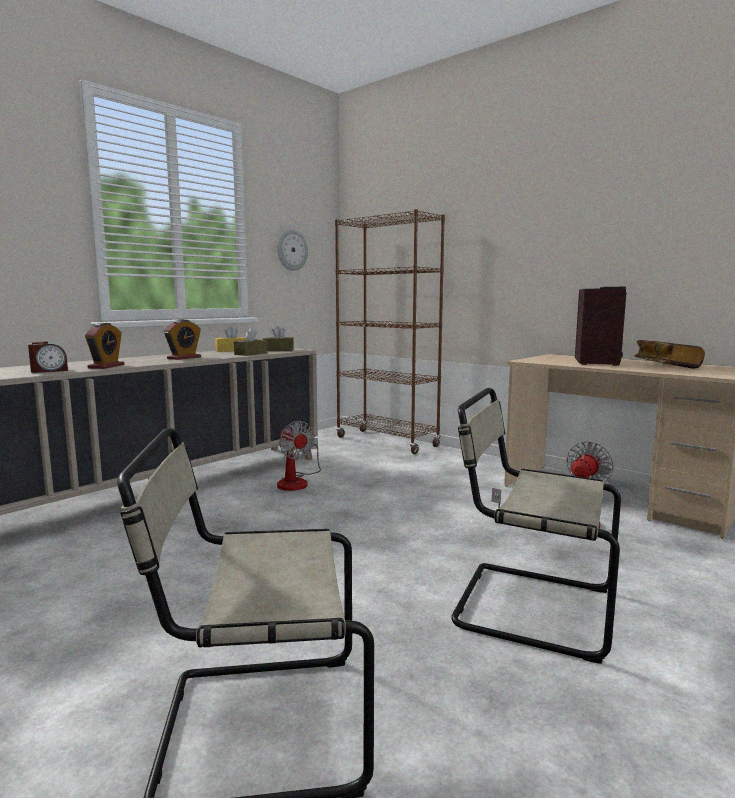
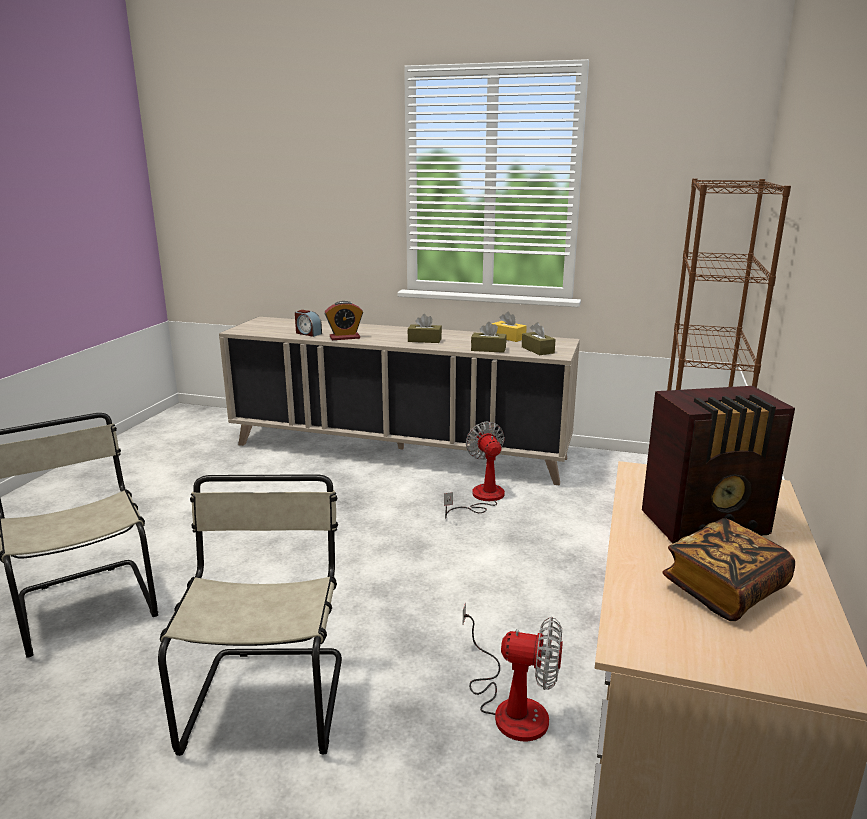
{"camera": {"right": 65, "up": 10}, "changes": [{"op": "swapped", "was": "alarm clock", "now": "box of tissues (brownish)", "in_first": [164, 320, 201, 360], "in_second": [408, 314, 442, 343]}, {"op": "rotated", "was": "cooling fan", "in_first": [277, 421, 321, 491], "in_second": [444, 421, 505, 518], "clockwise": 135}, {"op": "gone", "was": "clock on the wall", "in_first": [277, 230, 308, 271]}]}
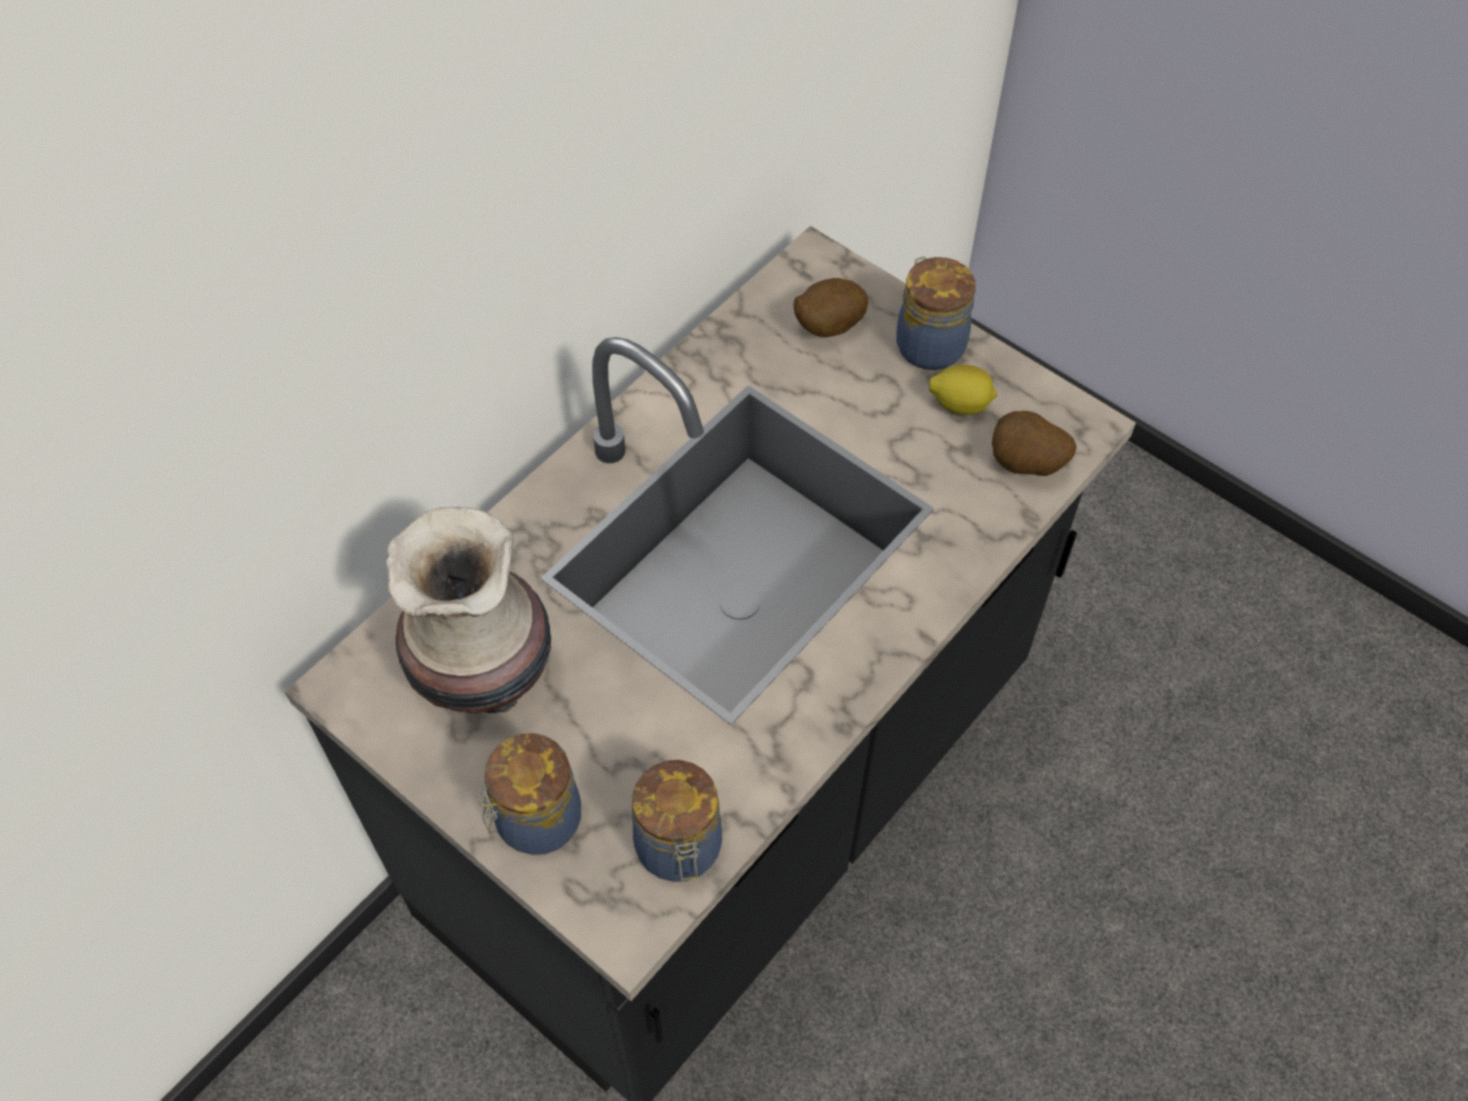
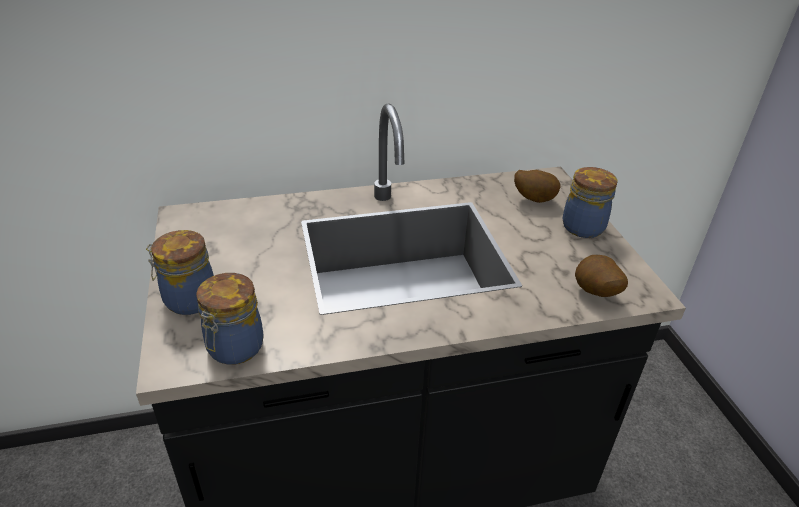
{"camera": {"right": 35, "up": -20}, "changes": [{"op": "gone", "was": "decorative vase", "in_first": [386, 507, 551, 714]}, {"op": "gone", "was": "citrus fruit", "in_first": [929, 365, 998, 415]}]}
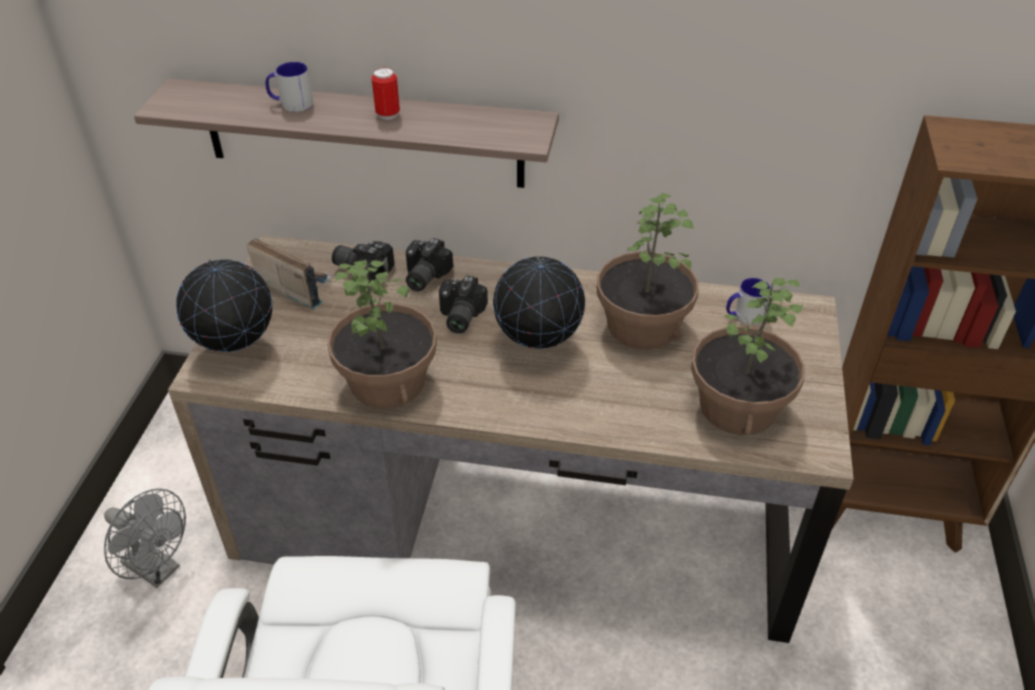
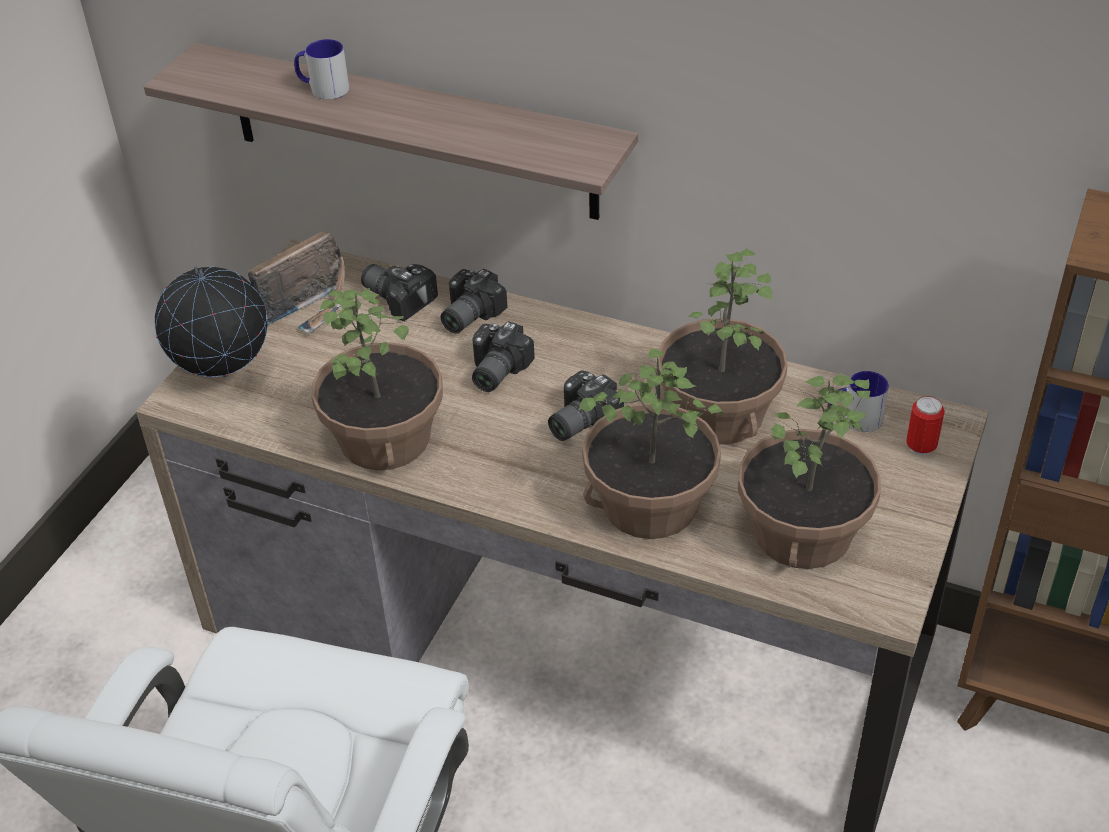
{"camera": {"right": 15, "up": 0}, "changes": [{"op": "rotated", "was": "radio set", "in_first": [247, 238, 332, 310], "in_second": [248, 231, 345, 334], "clockwise": 90}, {"op": "swapped", "was": "world globe", "now": "still camera", "in_first": [493, 256, 585, 349], "in_second": [548, 371, 624, 441]}, {"op": "new", "now": "plant in a pot", "in_second": [578, 348, 723, 539]}, {"op": "shifted", "was": "sealed can", "in_first": [371, 67, 400, 120], "in_second": [906, 396, 945, 455]}, {"op": "gone", "was": "cooling fan (grey)", "in_first": [104, 489, 186, 588]}]}
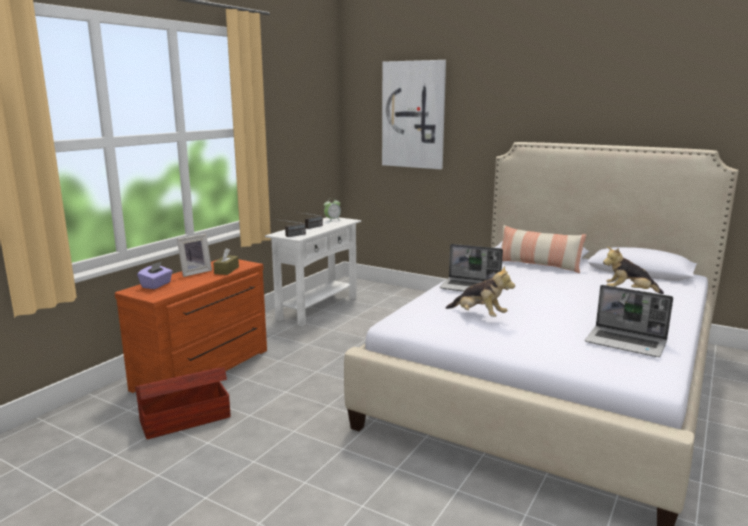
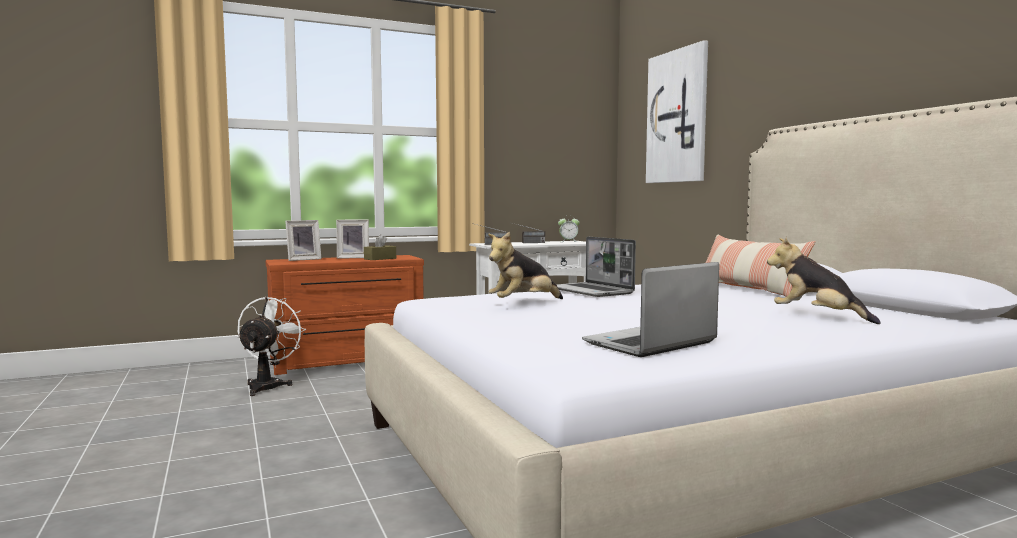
{"camera": {"right": 35, "up": -10}, "changes": [{"op": "swapped", "was": "storage container (brownish)", "now": "cooling fan (white)", "in_first": [135, 367, 231, 439], "in_second": [237, 297, 306, 396]}, {"op": "swapped", "was": "box of tissues (purplish)", "now": "picture frame", "in_first": [137, 261, 173, 289], "in_second": [285, 220, 321, 261]}, {"op": "rotated", "was": "plush toy", "in_first": [446, 266, 515, 317], "in_second": [488, 232, 563, 299], "clockwise": 75}, {"op": "rotated", "was": "notebook computer", "in_first": [585, 285, 673, 357], "in_second": [582, 262, 719, 357], "clockwise": 75}]}
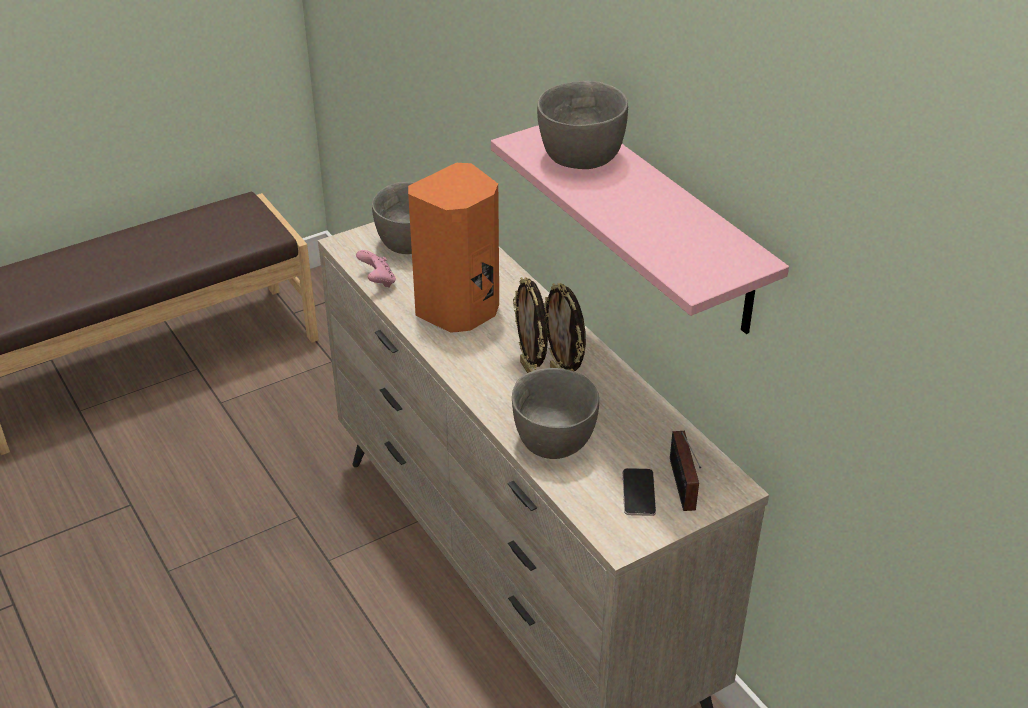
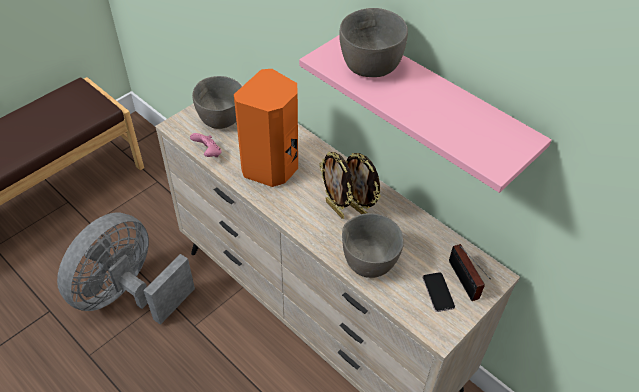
{"camera": {"right": -15, "up": 10}, "changes": [{"op": "new", "now": "cooling fan (grey)", "in_second": [57, 213, 195, 325]}]}
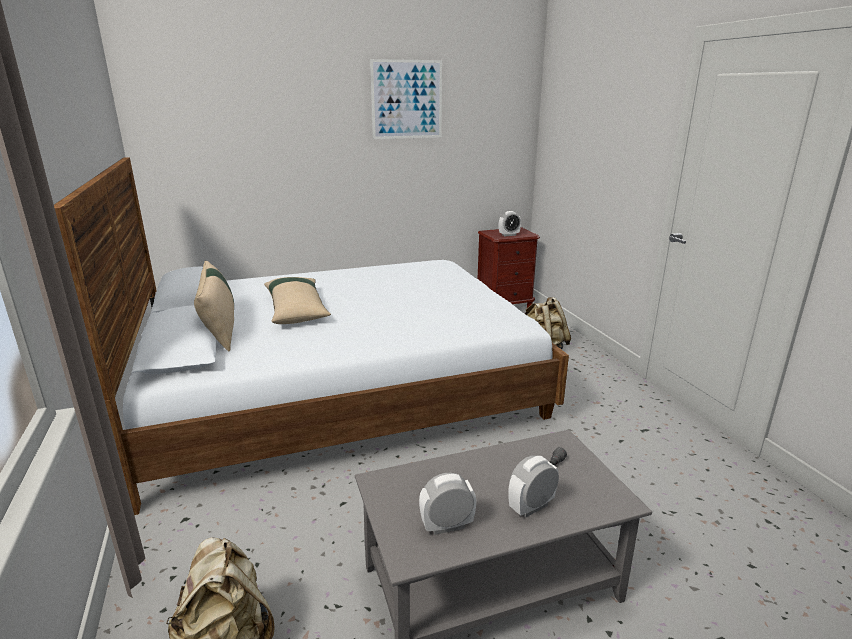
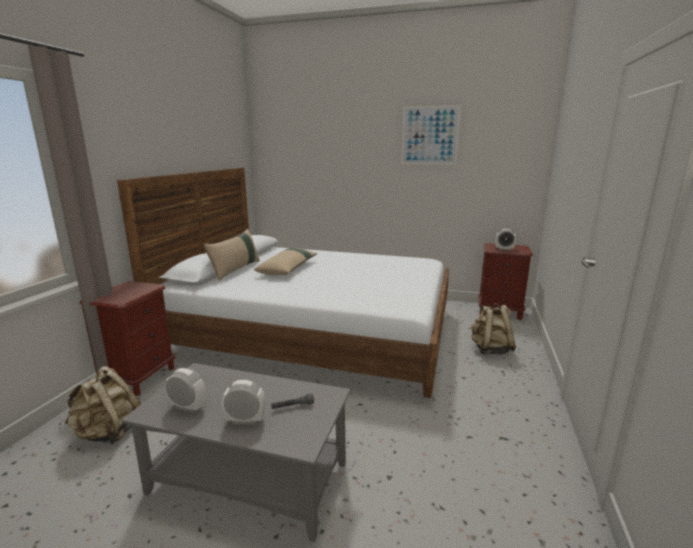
{"camera": {"right": 35, "up": -5}, "changes": [{"op": "new", "now": "bedside table (brownish)", "in_second": [79, 281, 175, 396]}]}
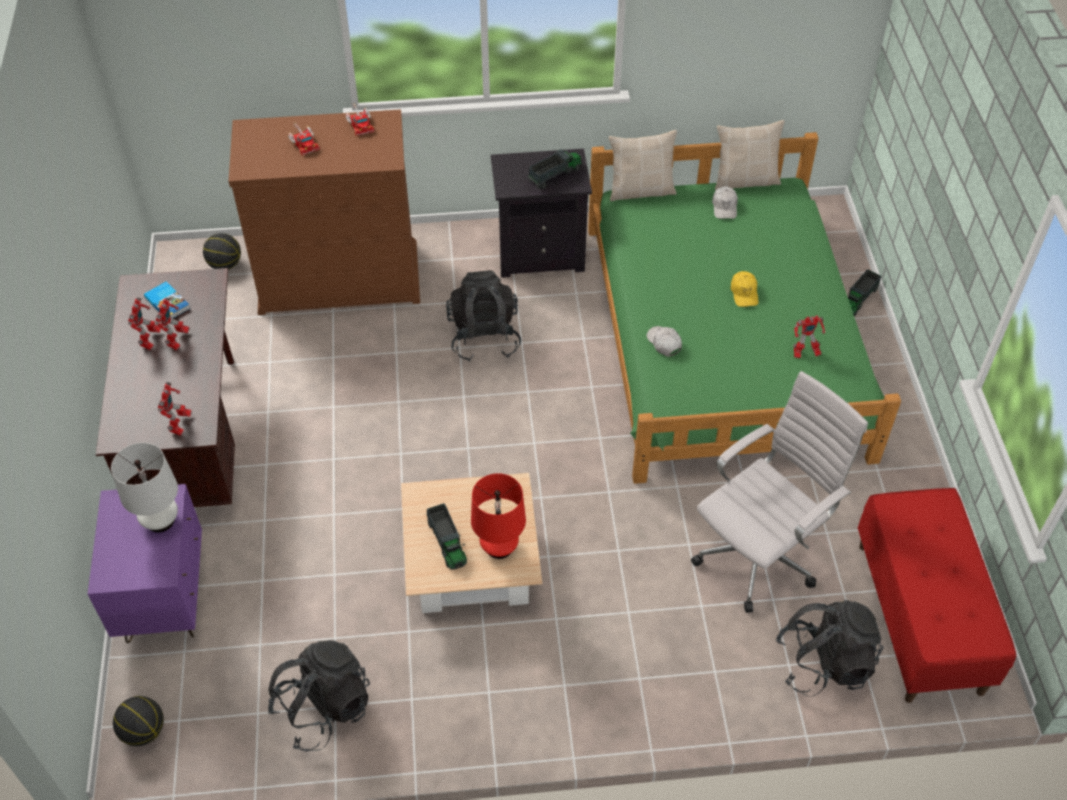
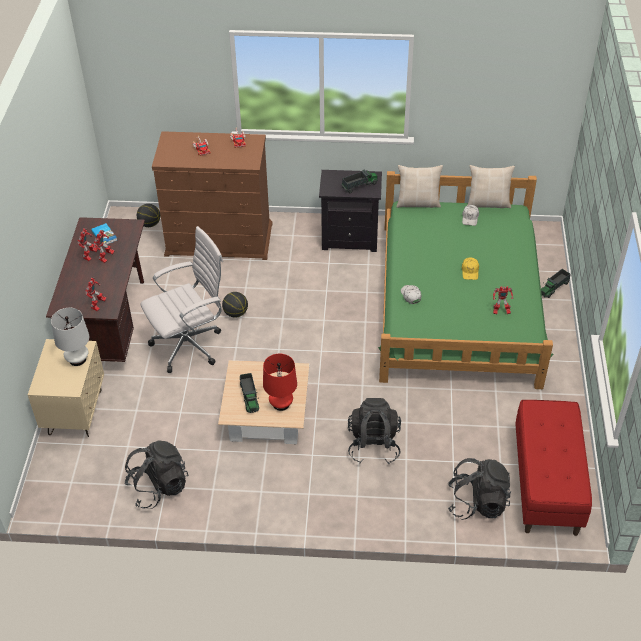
{"camera": {"right": 10, "up": -5}, "changes": [{"op": "repainted", "was": "bedside table (purplish)", "now": "bedside table (beige)", "in_first": [88, 484, 202, 643], "in_second": [28, 339, 104, 437]}, {"op": "shifted", "was": "desk chair (white)", "in_first": [691, 371, 868, 613], "in_second": [140, 226, 223, 373]}, {"op": "shifted", "was": "basketball", "in_first": [113, 696, 164, 746], "in_second": [222, 292, 248, 318]}, {"op": "shifted", "was": "backpack (black-coloured)", "in_first": [446, 270, 521, 362], "in_second": [348, 398, 401, 464]}]}
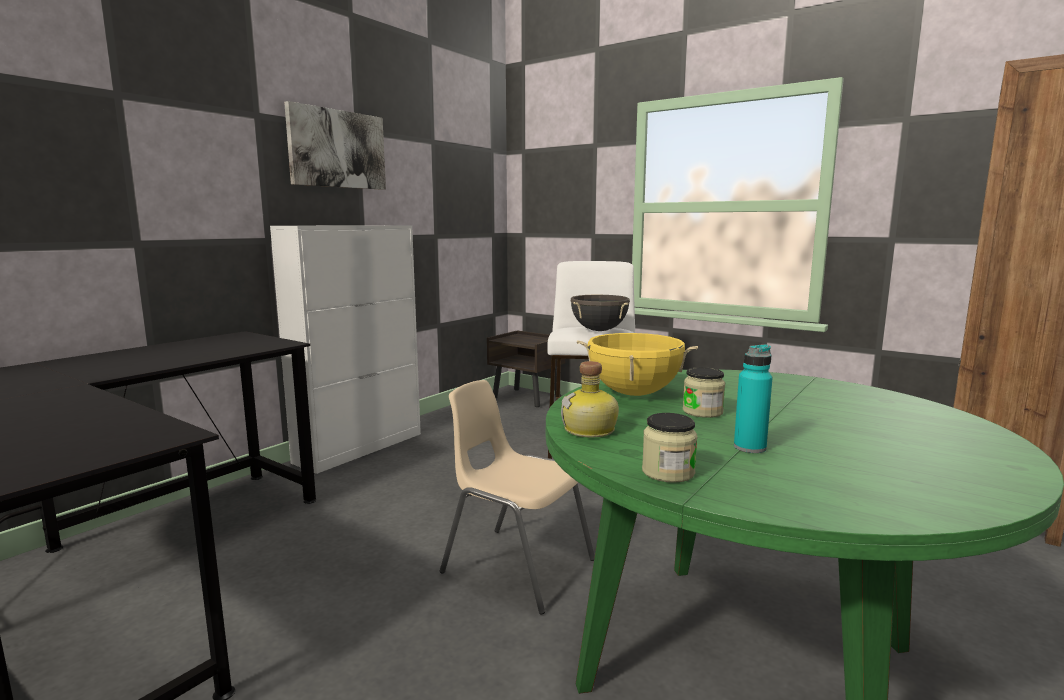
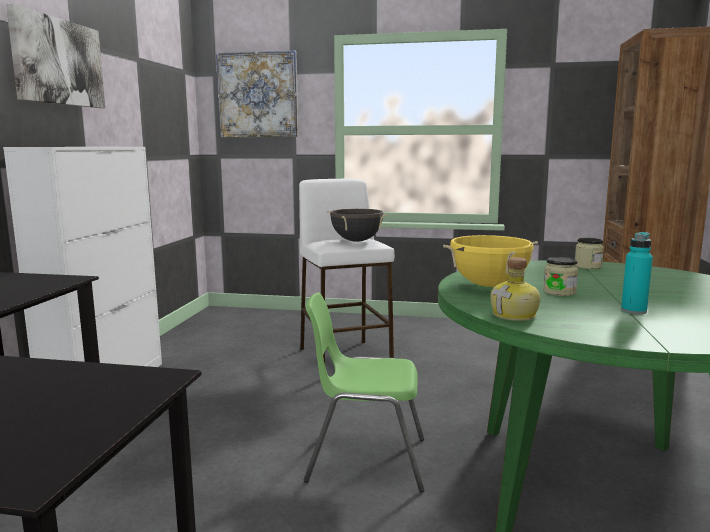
{"camera": {"right": -25, "up": 0}, "changes": [{"op": "new", "now": "picture", "in_second": [216, 50, 298, 137]}, {"op": "repainted", "was": "plain chair (beige)", "now": "plain chair (green)", "in_first": [440, 380, 595, 615], "in_second": [304, 292, 424, 492]}, {"op": "shifted", "was": "preserve jar", "in_first": [642, 413, 698, 483], "in_second": [575, 238, 604, 269]}, {"op": "gone", "was": "bedside table (brownish)", "in_first": [487, 331, 565, 407]}]}
